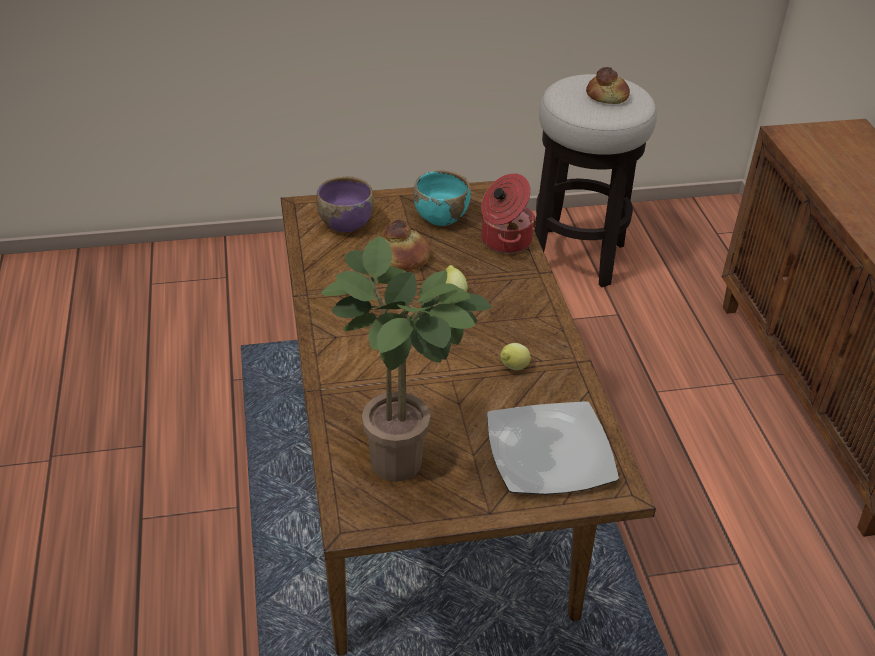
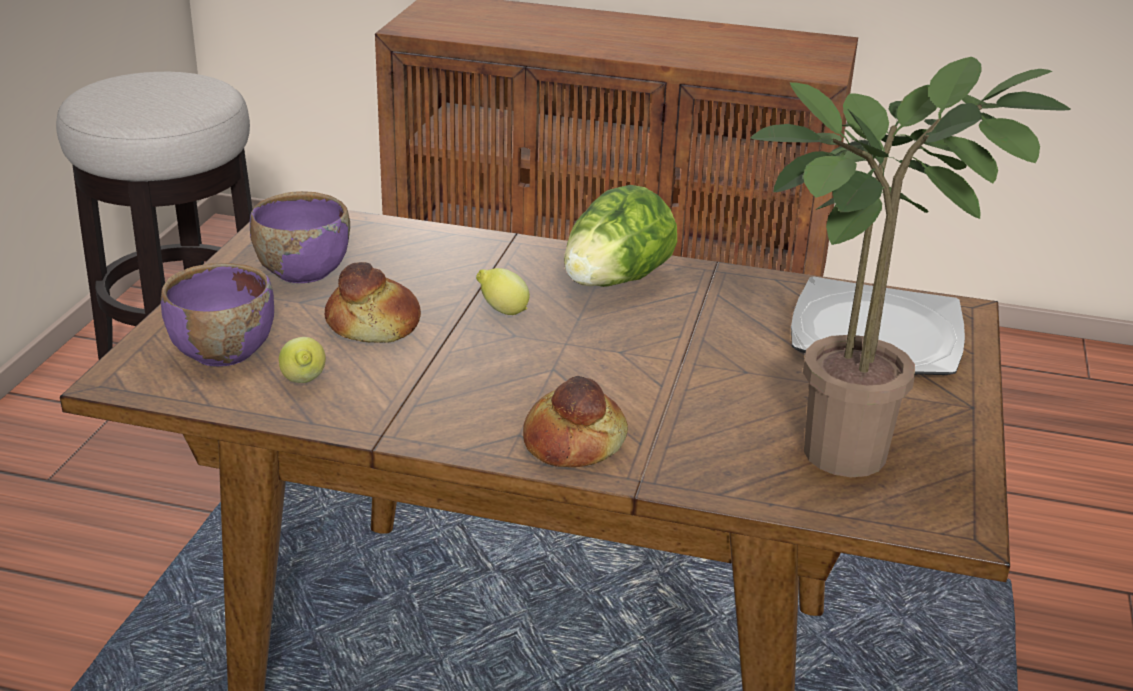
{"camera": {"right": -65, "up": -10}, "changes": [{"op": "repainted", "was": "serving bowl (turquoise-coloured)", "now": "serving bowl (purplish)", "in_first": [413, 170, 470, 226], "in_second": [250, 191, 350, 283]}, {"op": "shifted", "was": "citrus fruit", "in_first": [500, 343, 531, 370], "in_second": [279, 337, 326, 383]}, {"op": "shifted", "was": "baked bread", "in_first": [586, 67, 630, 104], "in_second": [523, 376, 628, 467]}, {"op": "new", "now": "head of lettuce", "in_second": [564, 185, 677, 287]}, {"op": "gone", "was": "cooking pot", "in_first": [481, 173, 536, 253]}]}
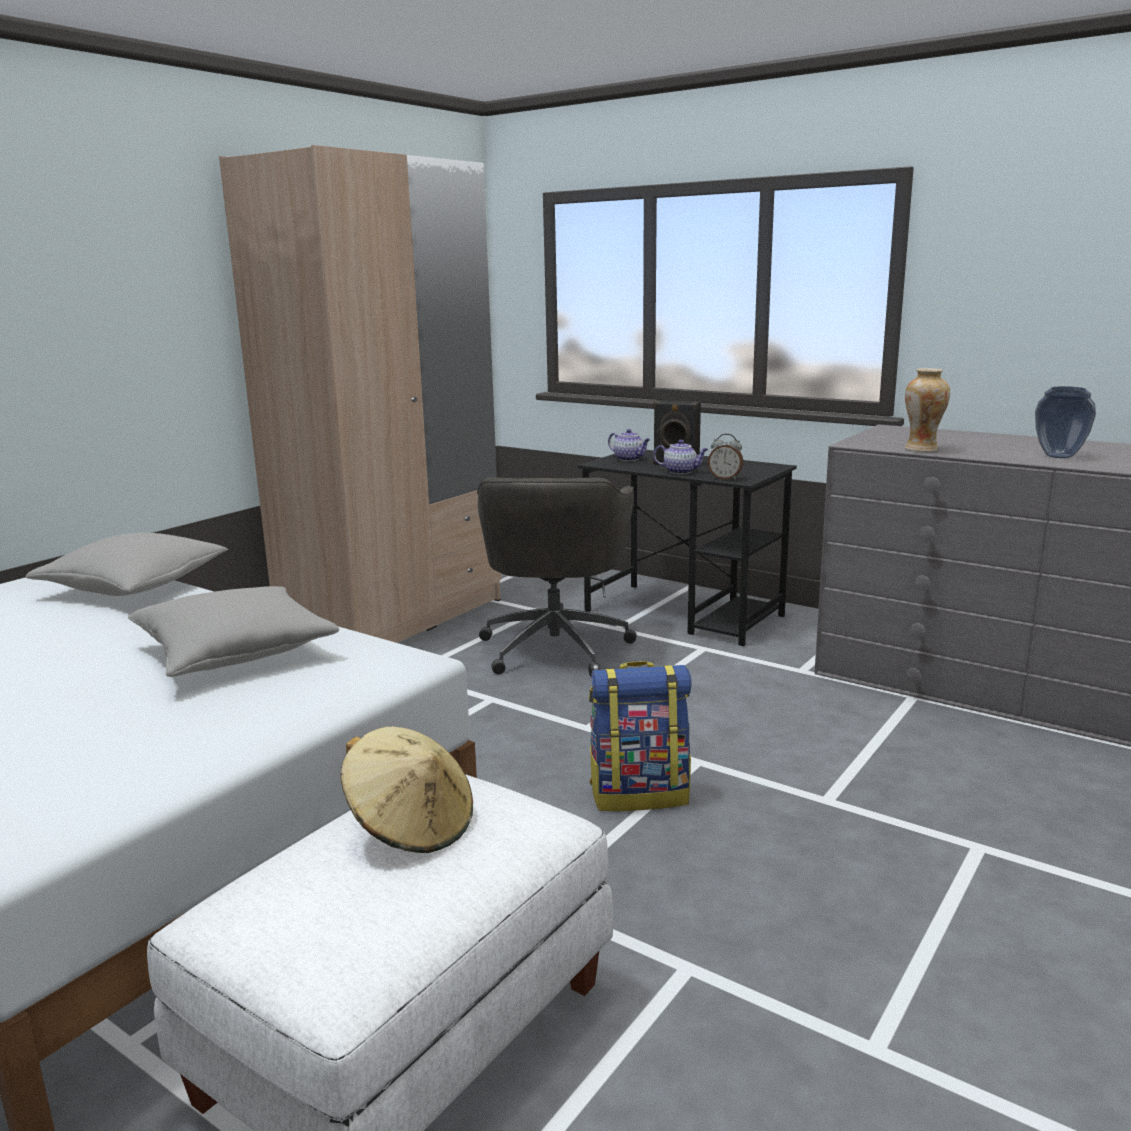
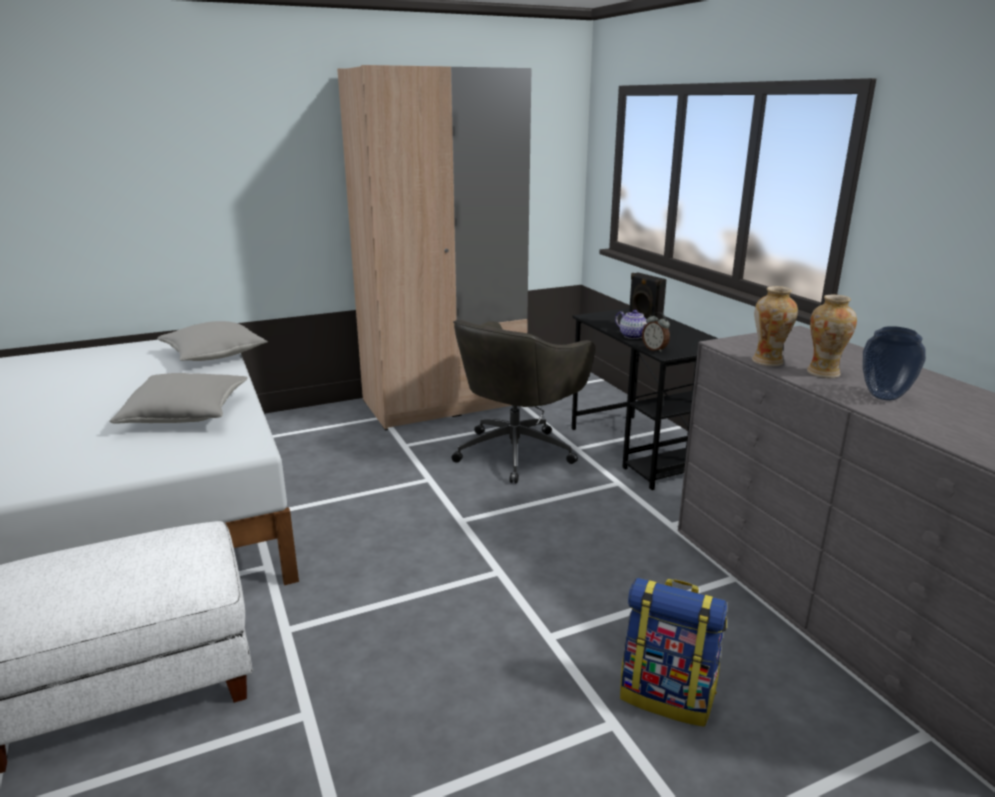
{"camera": {"right": 30, "up": 5}, "changes": [{"op": "shifted", "was": "backpack", "in_first": [589, 661, 691, 811], "in_second": [620, 578, 727, 727]}, {"op": "new", "now": "decorative vase", "in_second": [807, 295, 857, 378]}, {"op": "gone", "was": "hat (beige)", "in_first": [341, 727, 473, 853]}, {"op": "gone", "was": "tea pot", "in_first": [608, 429, 650, 461]}]}
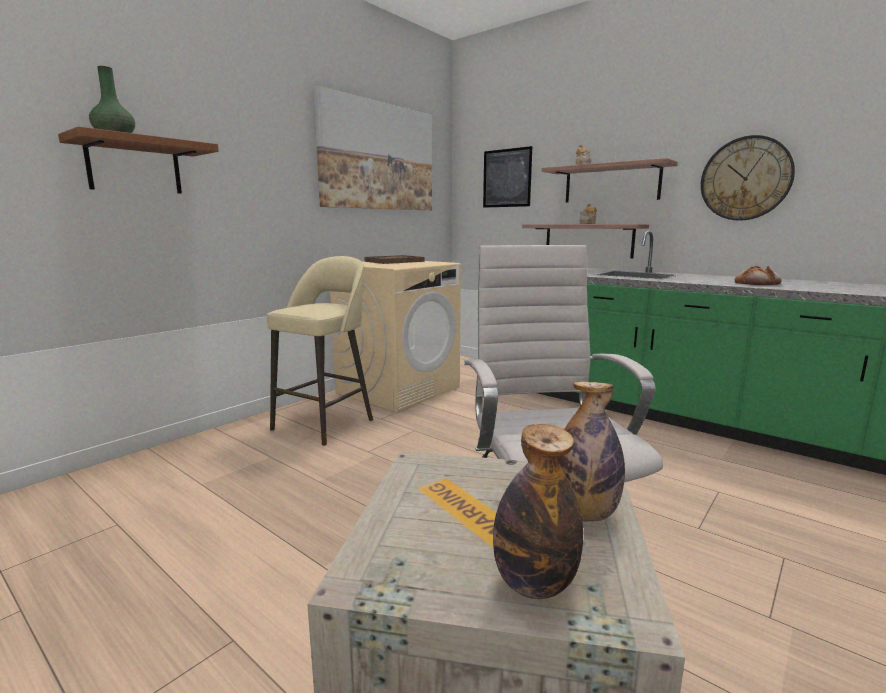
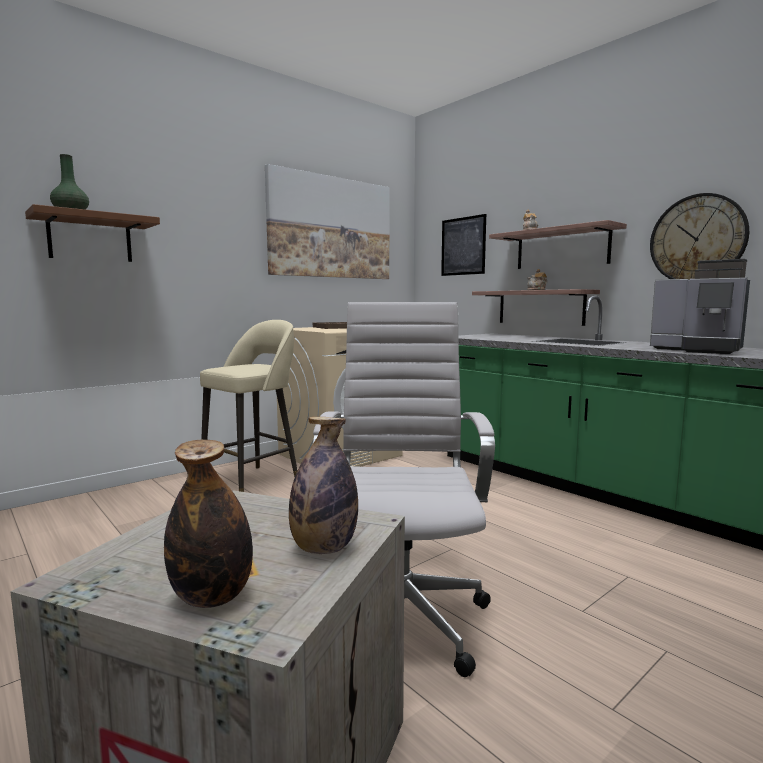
{"camera": {"right": 10, "up": -5}, "changes": [{"op": "swapped", "was": "baked bread", "now": "coffee maker", "in_first": [735, 266, 782, 285], "in_second": [650, 259, 750, 354]}]}
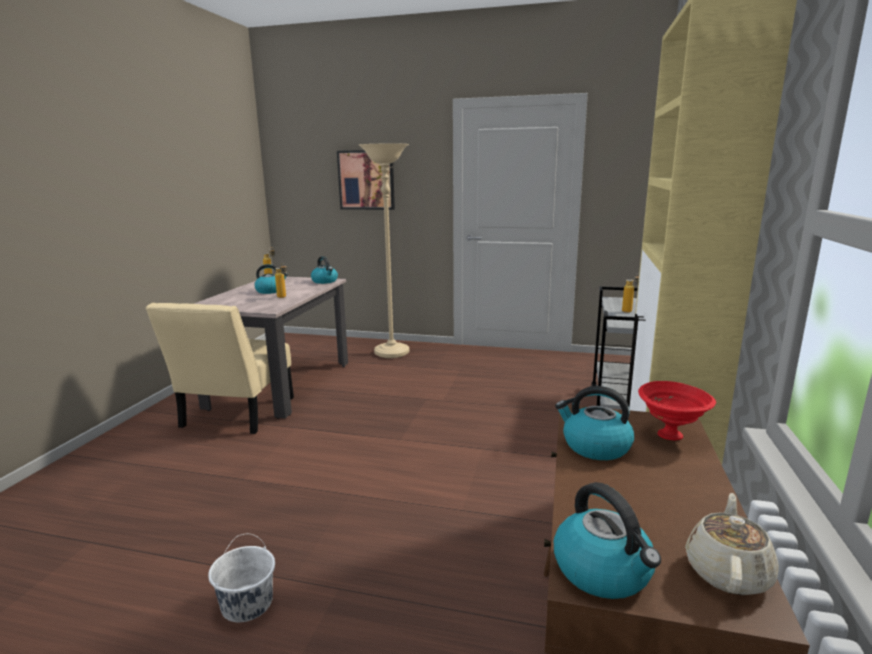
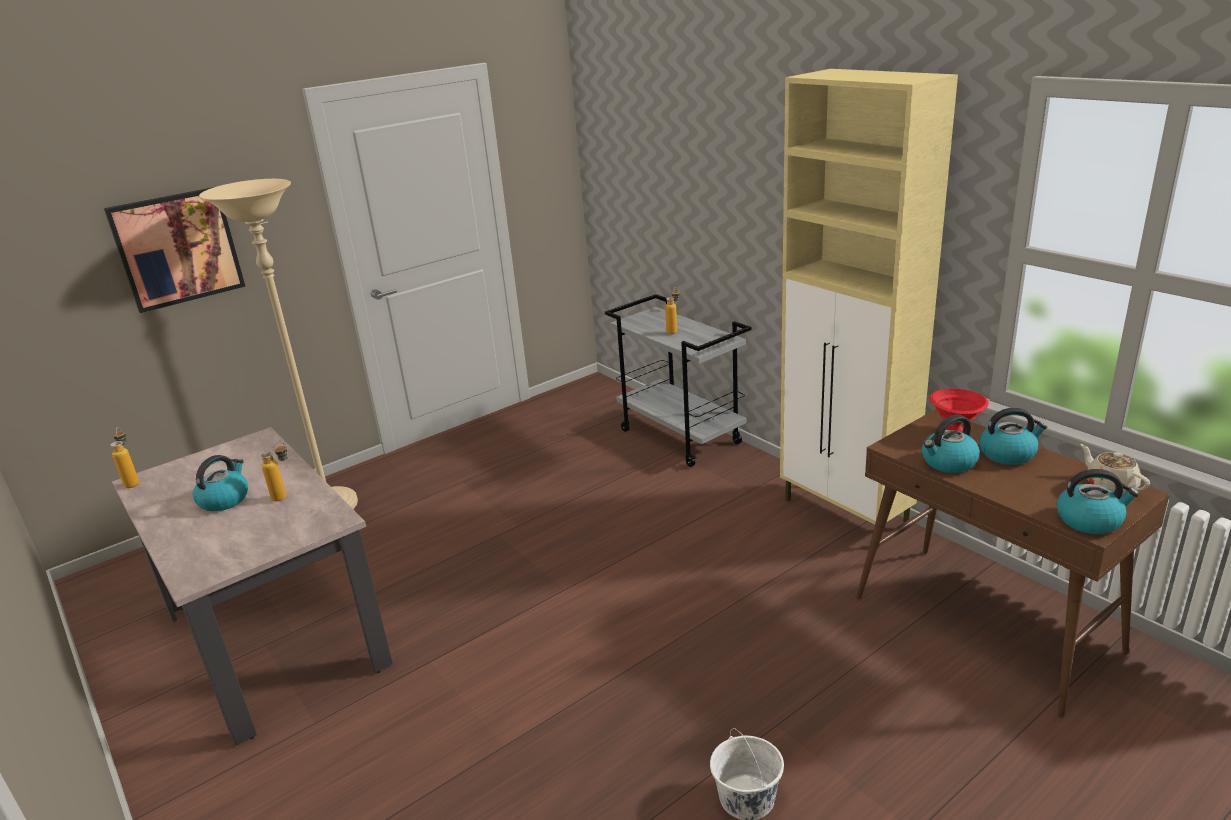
{"camera": {"right": -50, "up": 10}, "changes": [{"op": "shifted", "was": "water kettle", "in_first": [311, 256, 338, 284], "in_second": [979, 408, 1047, 465]}, {"op": "gone", "was": "plain chair (beige)", "in_first": [146, 303, 294, 434]}]}
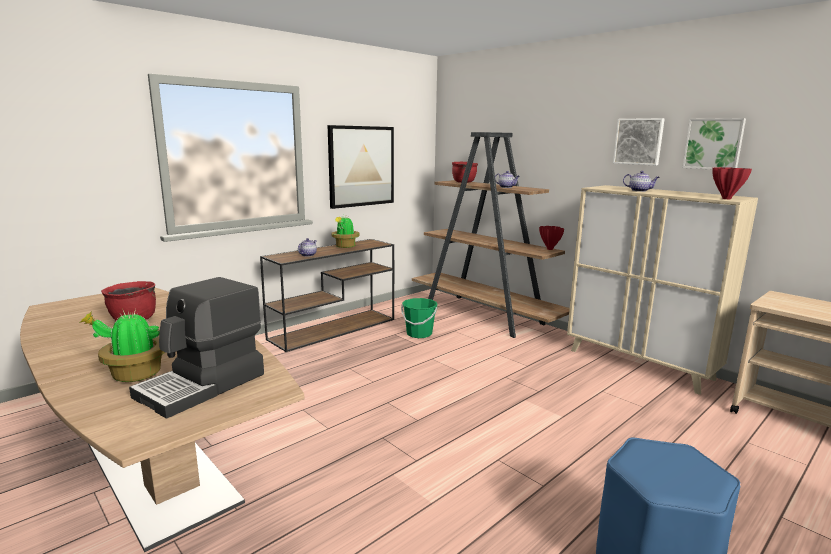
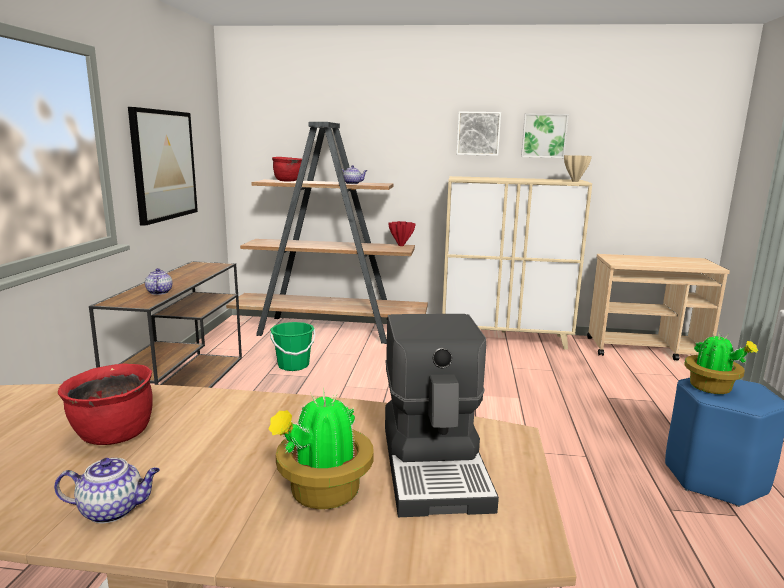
{"camera": {"right": -40, "up": 0}, "changes": [{"op": "shifted", "was": "tea pot", "in_first": [623, 171, 659, 192], "in_second": [54, 458, 160, 523]}, {"op": "repainted", "was": "decorative vase (reddish)", "now": "decorative vase (beige)", "in_first": [712, 167, 752, 199], "in_second": [564, 155, 592, 182]}, {"op": "shifted", "was": "plant in a pot", "in_first": [331, 215, 360, 248], "in_second": [685, 333, 759, 394]}]}
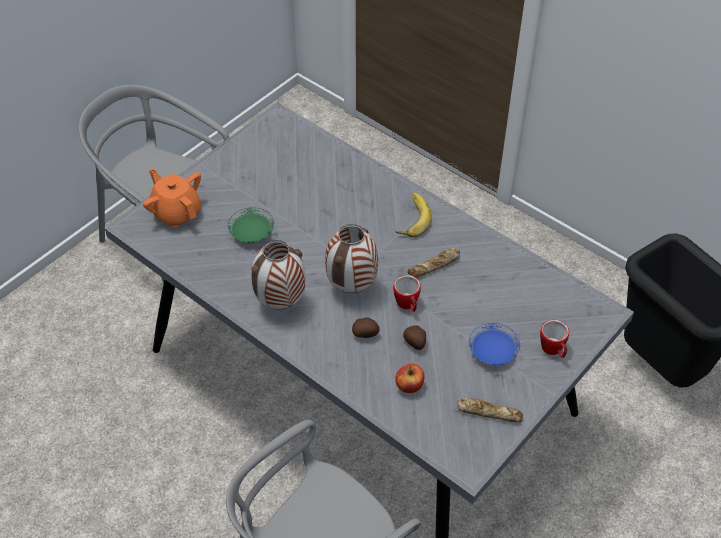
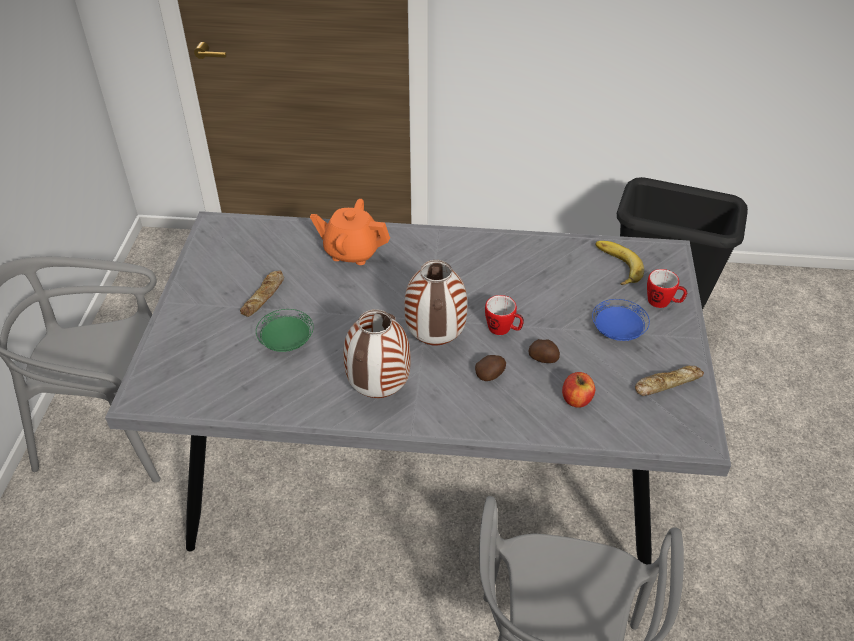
{"camera": {"right": -35, "up": -5}, "changes": [{"op": "shifted", "was": "baked bread", "in_first": [408, 248, 460, 277], "in_second": [240, 271, 284, 317]}, {"op": "shifted", "was": "tea pot (orange-coloured)", "in_first": [143, 169, 201, 228], "in_second": [310, 199, 390, 265]}, {"op": "shifted", "was": "banana", "in_first": [396, 192, 432, 237], "in_second": [595, 241, 644, 285]}]}
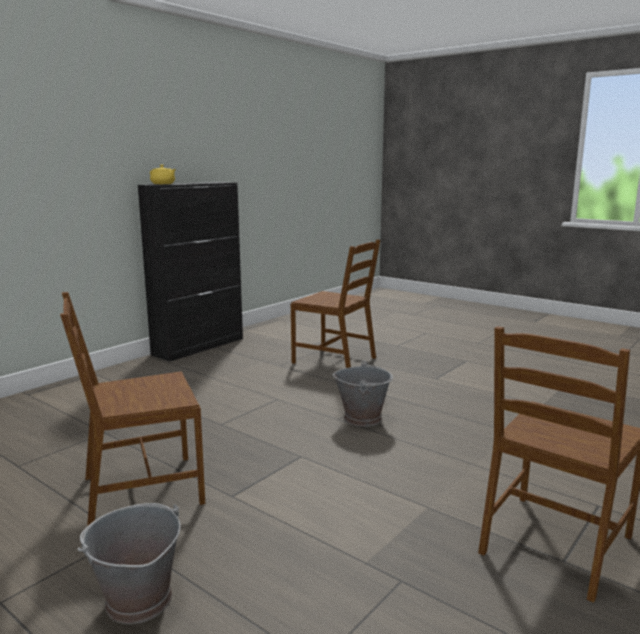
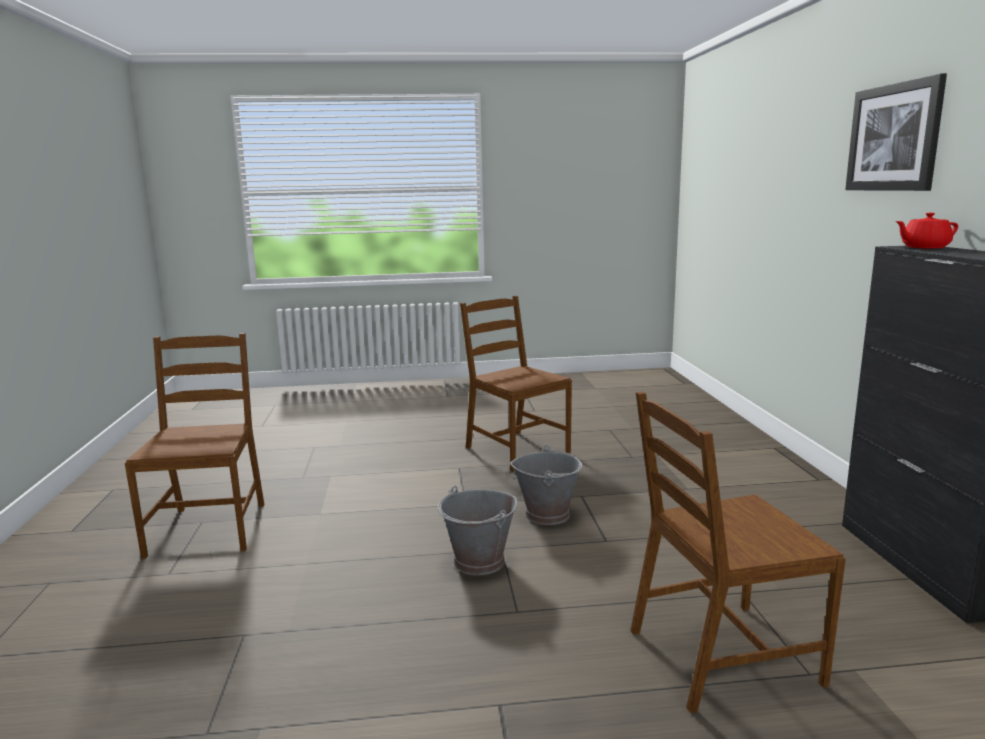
{"camera": {"right": 135, "up": 0}, "changes": [{"op": "rotated", "was": "plain chair (brownish)", "in_first": [60, 292, 205, 525], "in_second": [460, 296, 572, 471], "clockwise": -60}, {"op": "shifted", "was": "pail (grey)", "in_first": [78, 503, 181, 624], "in_second": [510, 445, 583, 525]}, {"op": "new", "now": "picture", "in_second": [845, 73, 947, 191]}, {"op": "repainted", "was": "tea pot (yellowish)", "now": "tea pot (reddish)", "in_first": [150, 165, 176, 184], "in_second": [895, 213, 958, 248]}]}
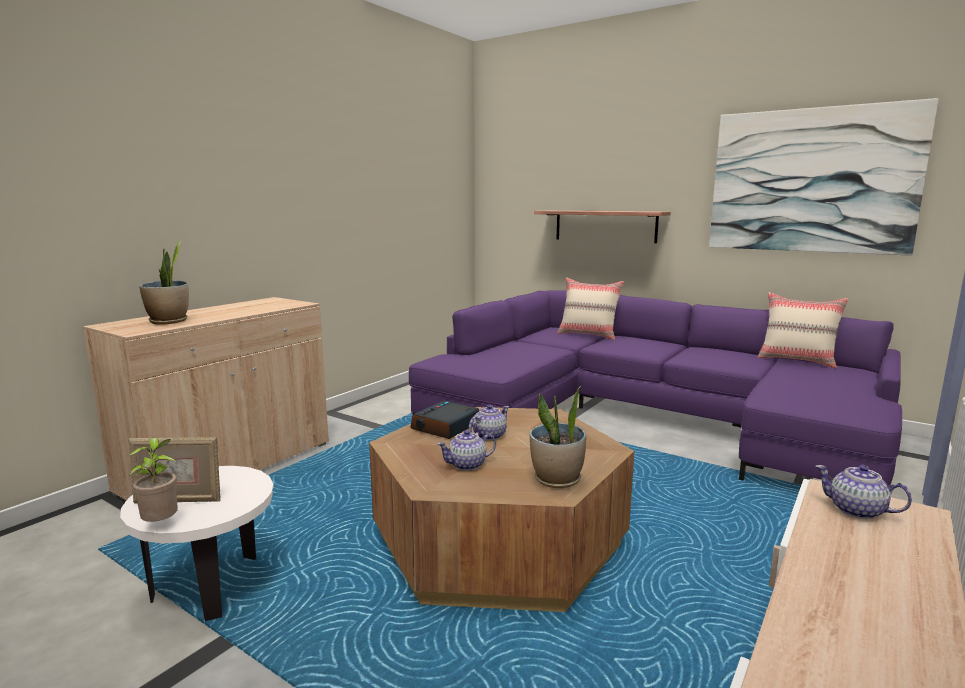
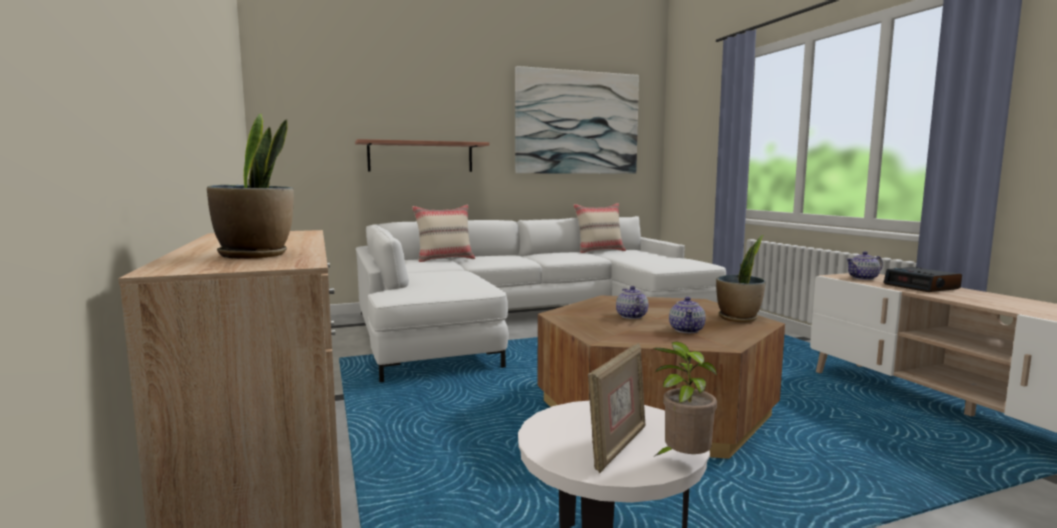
{"camera": {"right": -55, "up": -5}, "changes": [{"op": "repainted", "was": "couch (purplish)", "now": "couch (white)", "in_first": [409, 290, 902, 485], "in_second": [356, 216, 726, 382]}, {"op": "shifted", "was": "alarm clock", "in_first": [410, 400, 479, 439], "in_second": [883, 267, 962, 292]}]}
